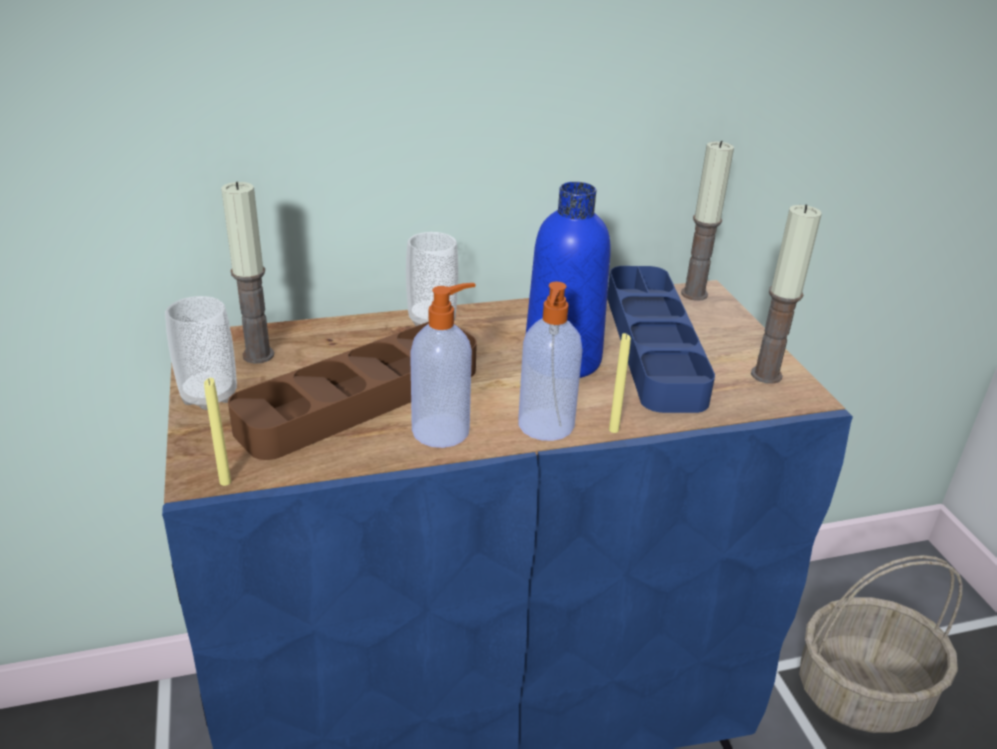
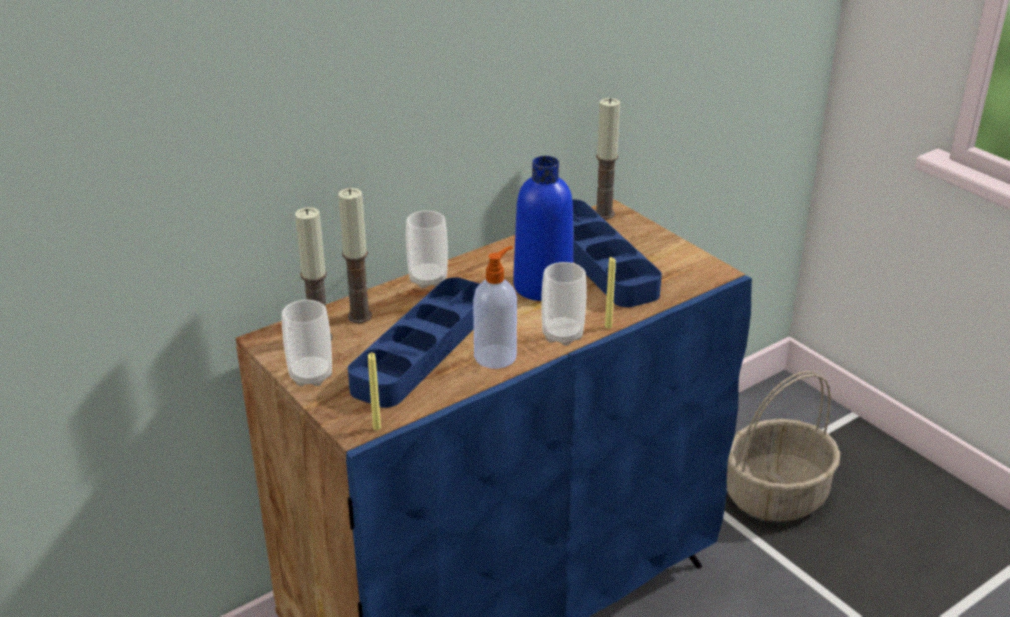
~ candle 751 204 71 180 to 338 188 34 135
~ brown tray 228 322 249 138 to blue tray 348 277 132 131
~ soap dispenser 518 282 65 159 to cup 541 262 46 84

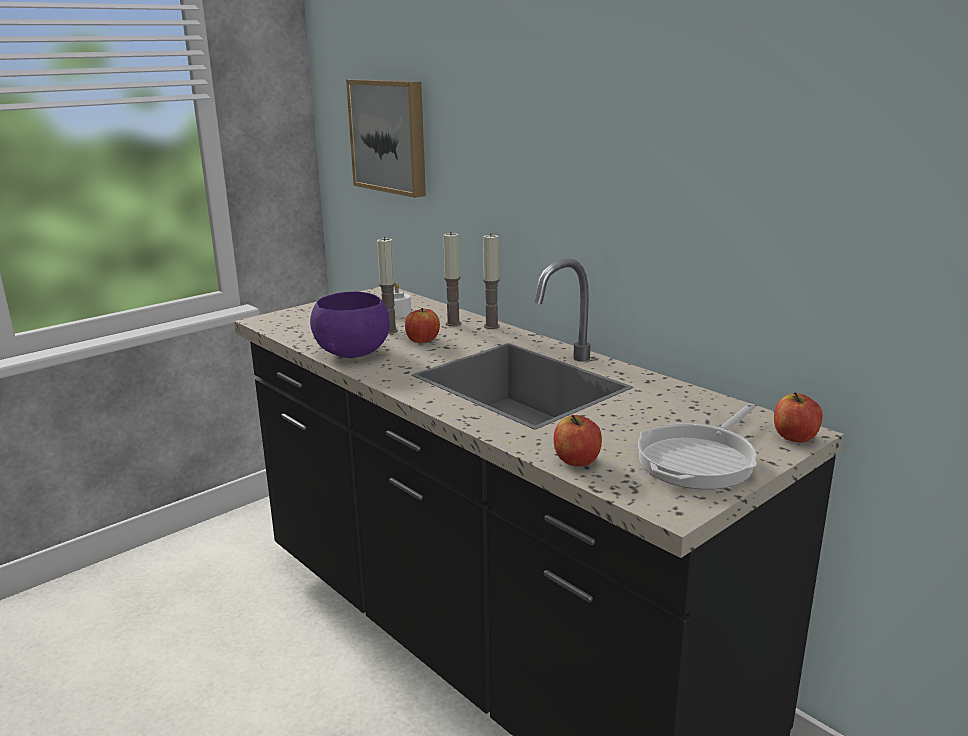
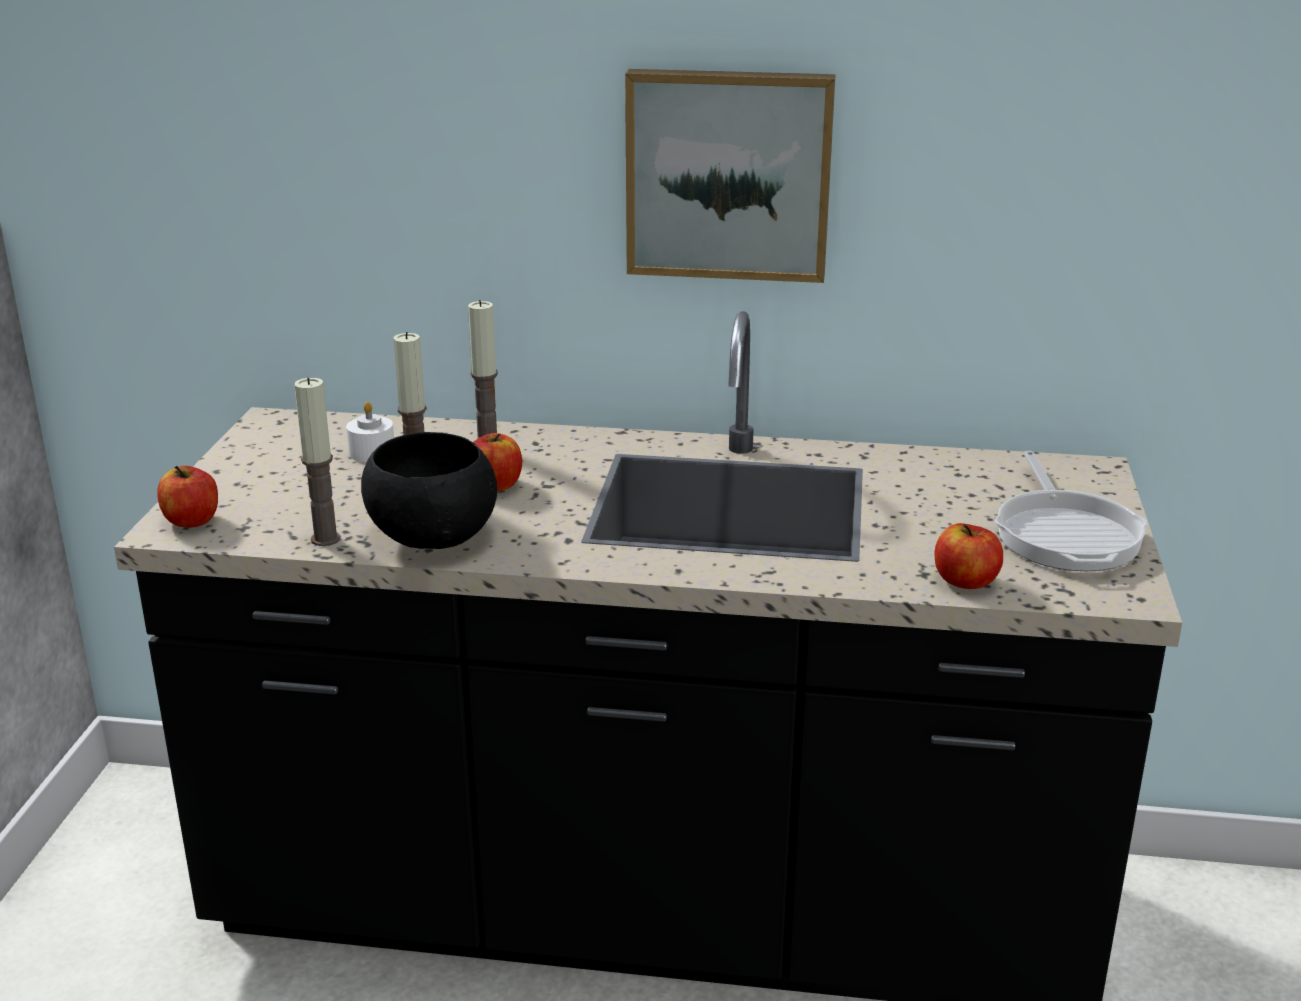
~ apple 774 392 49 50 to 157 466 61 62
~ candle 483 233 17 96 to 294 377 47 169
~ purple bowl 310 292 80 66 to black bowl 361 432 136 117
~ picture 346 79 80 119 to 625 69 211 214

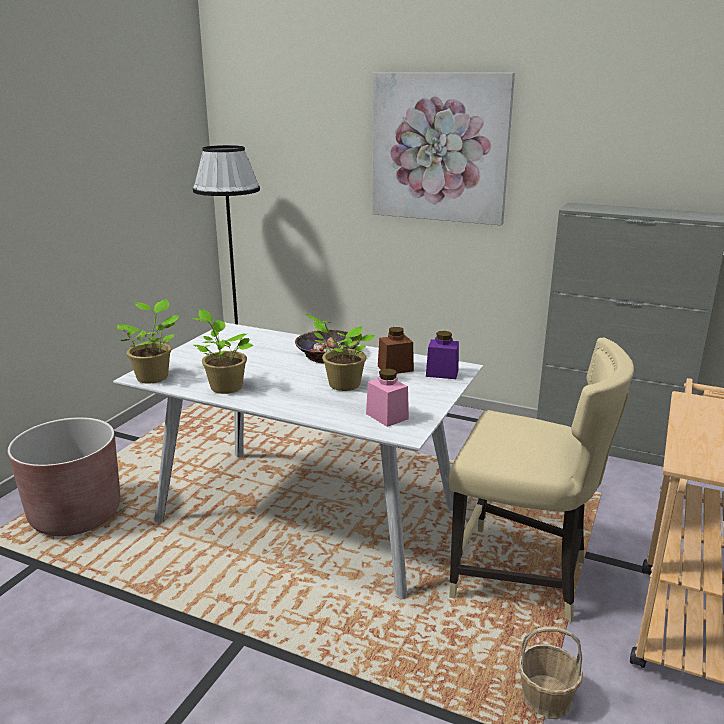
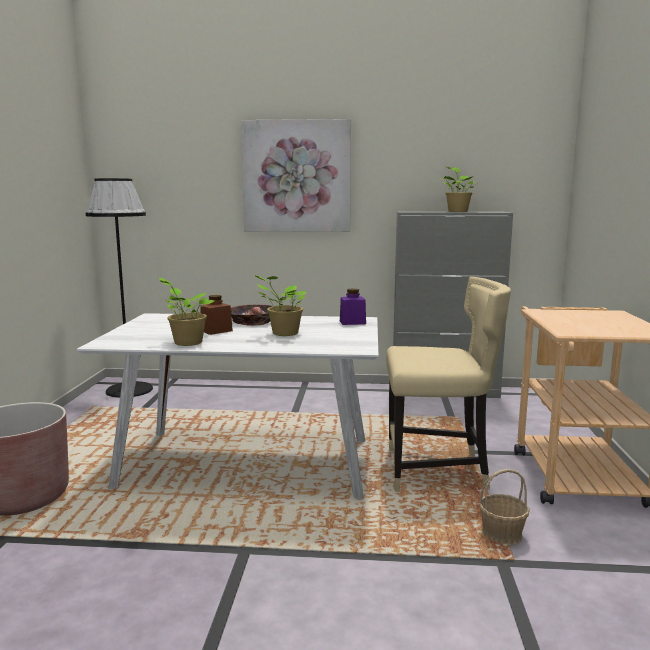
~ brown jar 378 327 36 47 to 200 295 33 40
~ potted plant 113 299 66 85 to 441 166 33 46
- pink jar 366 368 43 59

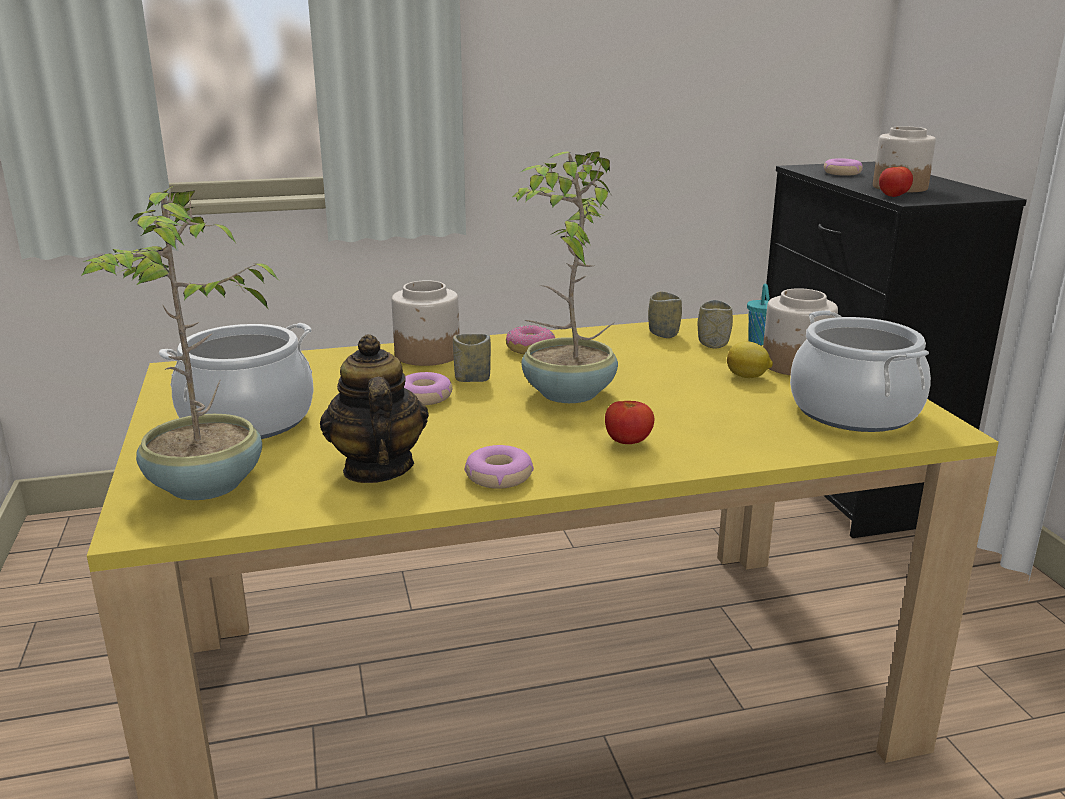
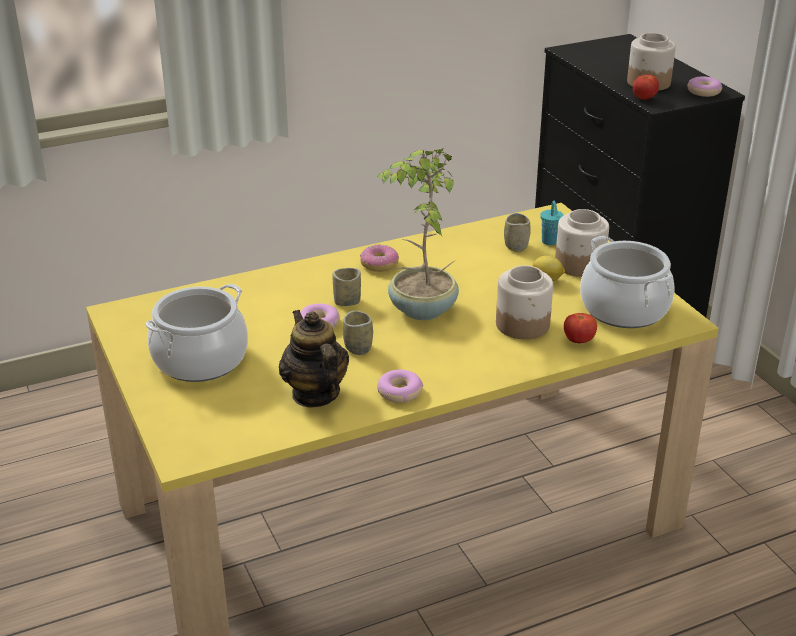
~ cup 648 291 34 47 to 343 311 30 44
~ jar 391 280 69 86 to 496 265 57 74
~ tomato 605 401 49 43 to 564 313 33 30
~ donut 824 158 39 18 to 687 76 35 21
- potted plant 81 186 197 314

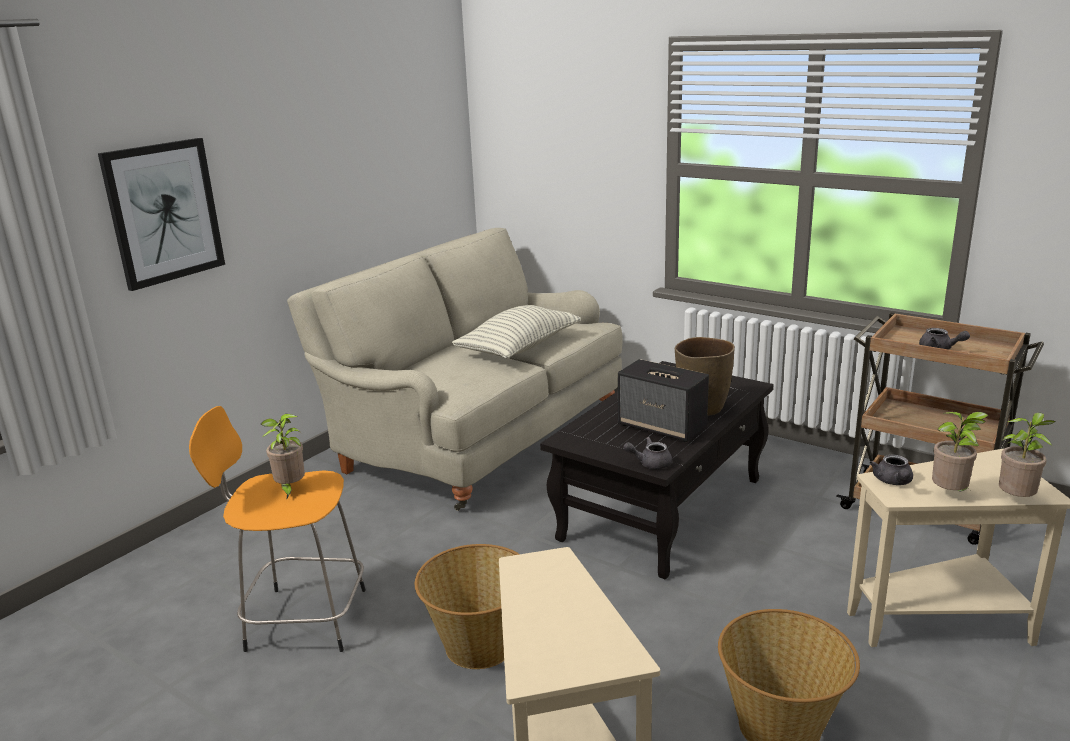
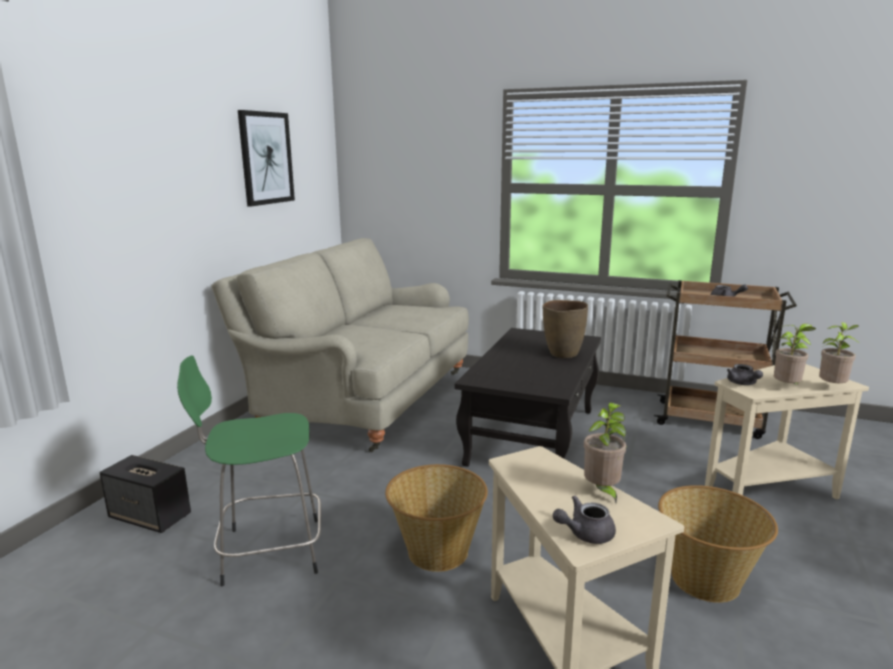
~ speaker 618 359 91 83 to 100 455 91 78
~ orange stool 189 406 177 246 to green stool 177 355 144 231
~ picture 98 138 127 153 to 238 110 57 97
~ grey teapot 623 437 49 32 to 553 496 63 48
~ potted plant 261 414 44 84 to 584 403 43 100
- pillow 452 305 129 54

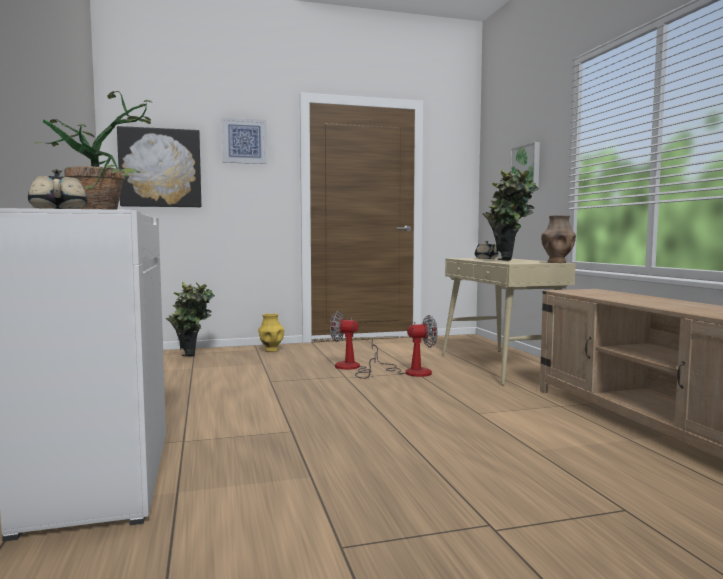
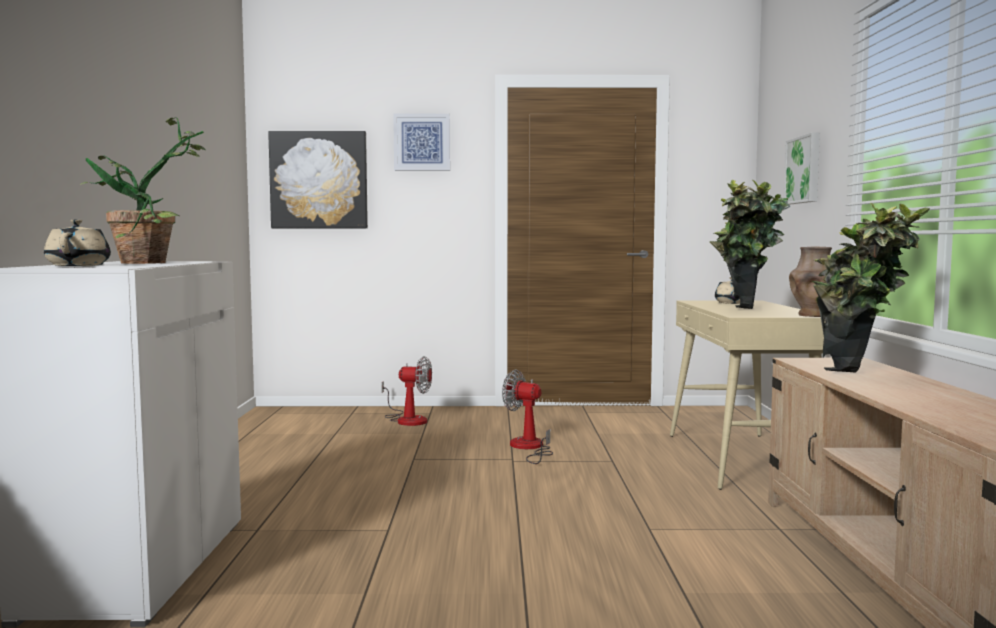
~ fan 372 315 66 62 to 382 356 50 70
~ potted plant 166 282 49 75 to 812 203 118 169
- yellow vase 258 314 26 38

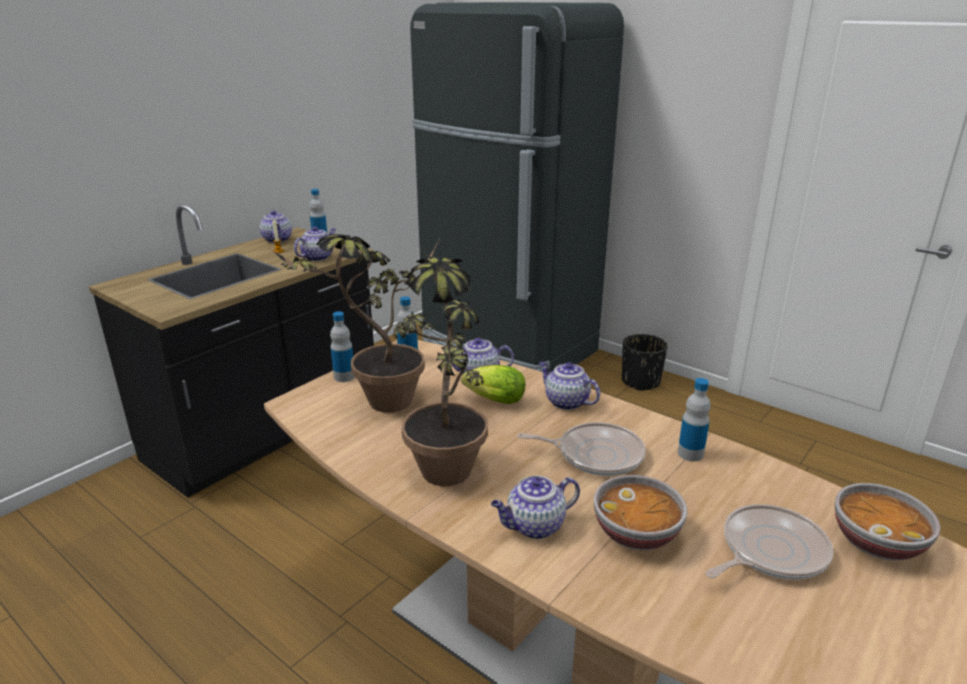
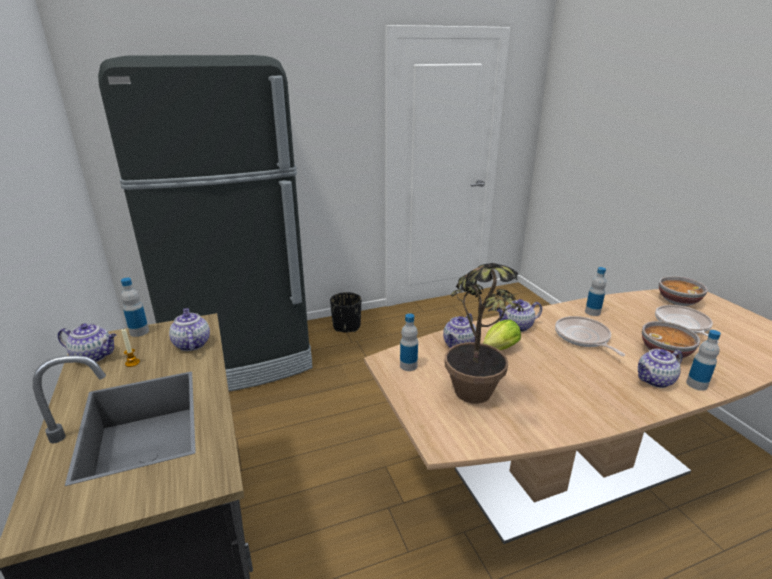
~ frying pan 517 422 129 54 = 555 316 70 40 60 degrees counterclockwise
~ teapot 491 475 89 64 = 638 349 45 39 60 degrees clockwise
~ bottle 330 311 25 71 to 686 330 35 61
- potted plant 393 241 95 245

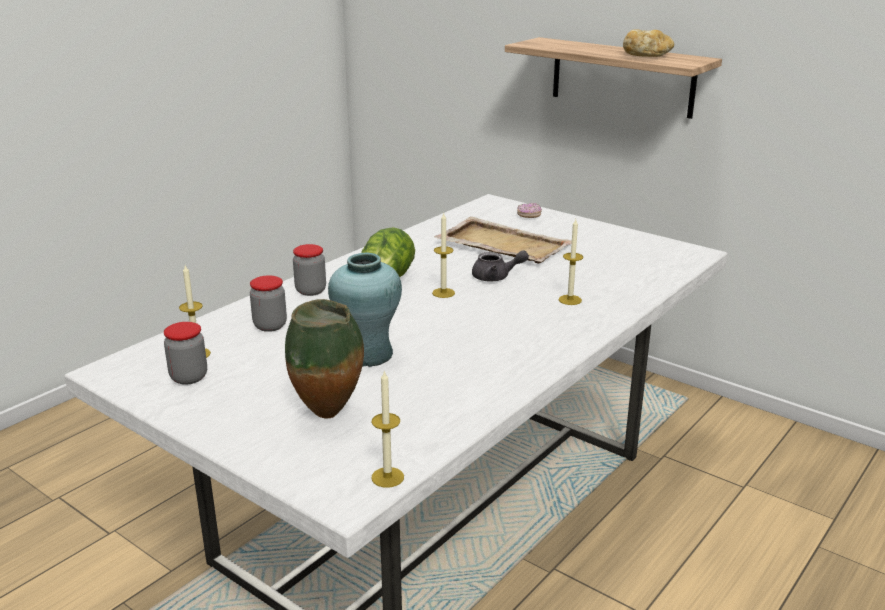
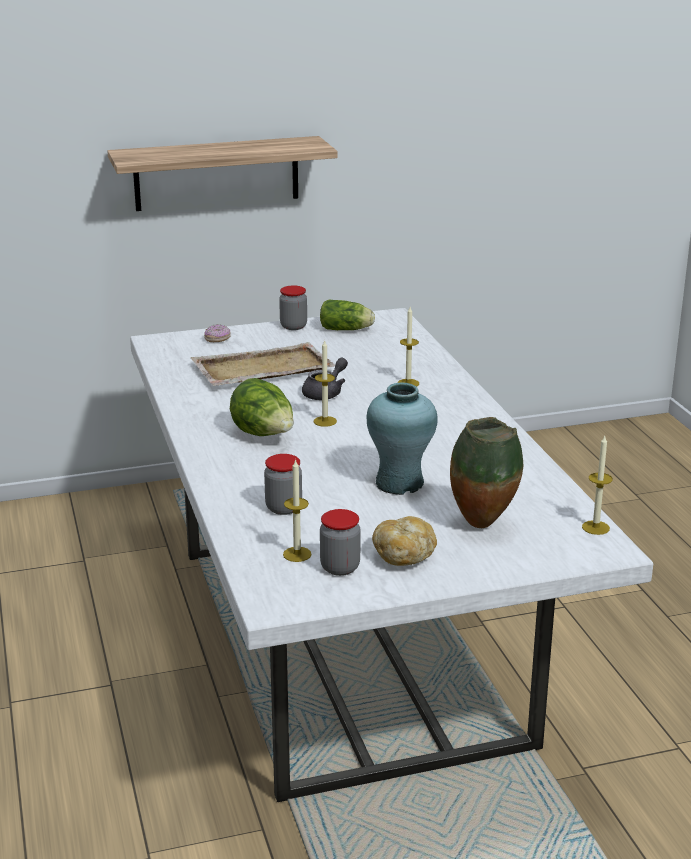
~ jar 293 244 33 52 to 279 285 28 45
+ lettuce 320 299 55 31
~ bread 623 30 51 27 to 372 516 65 50

